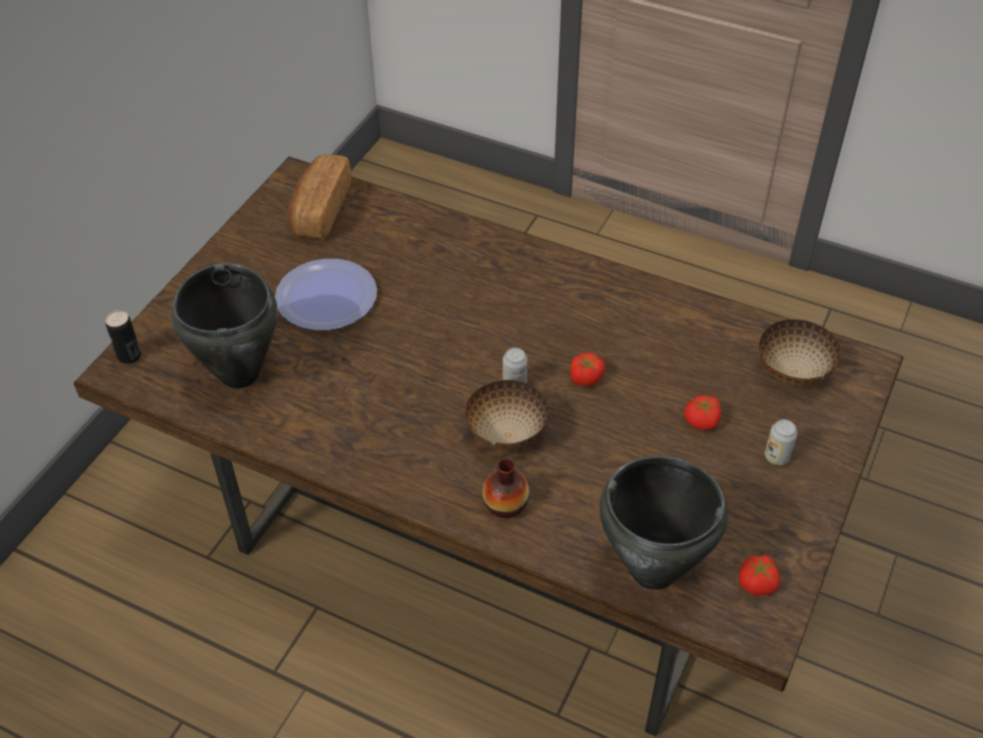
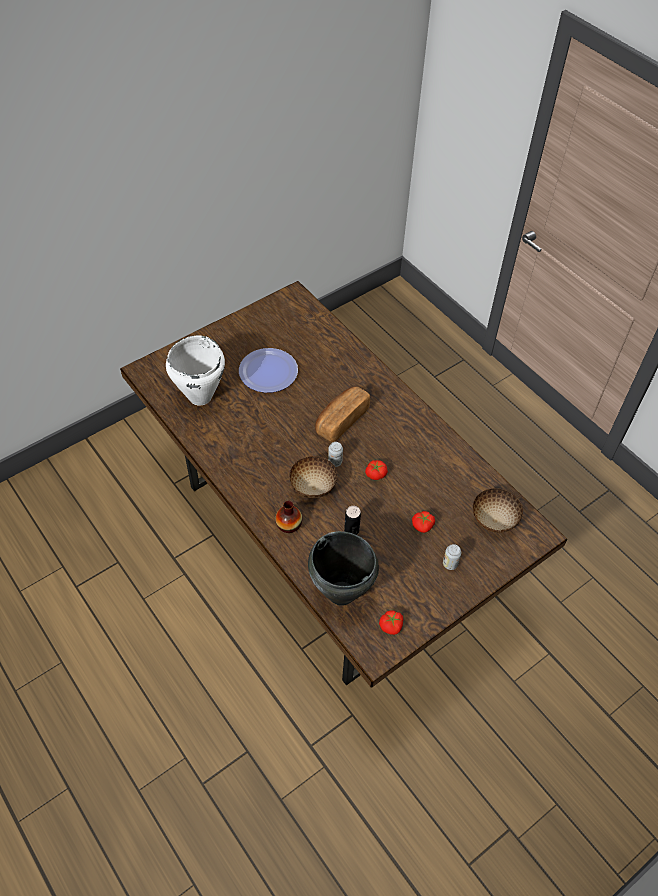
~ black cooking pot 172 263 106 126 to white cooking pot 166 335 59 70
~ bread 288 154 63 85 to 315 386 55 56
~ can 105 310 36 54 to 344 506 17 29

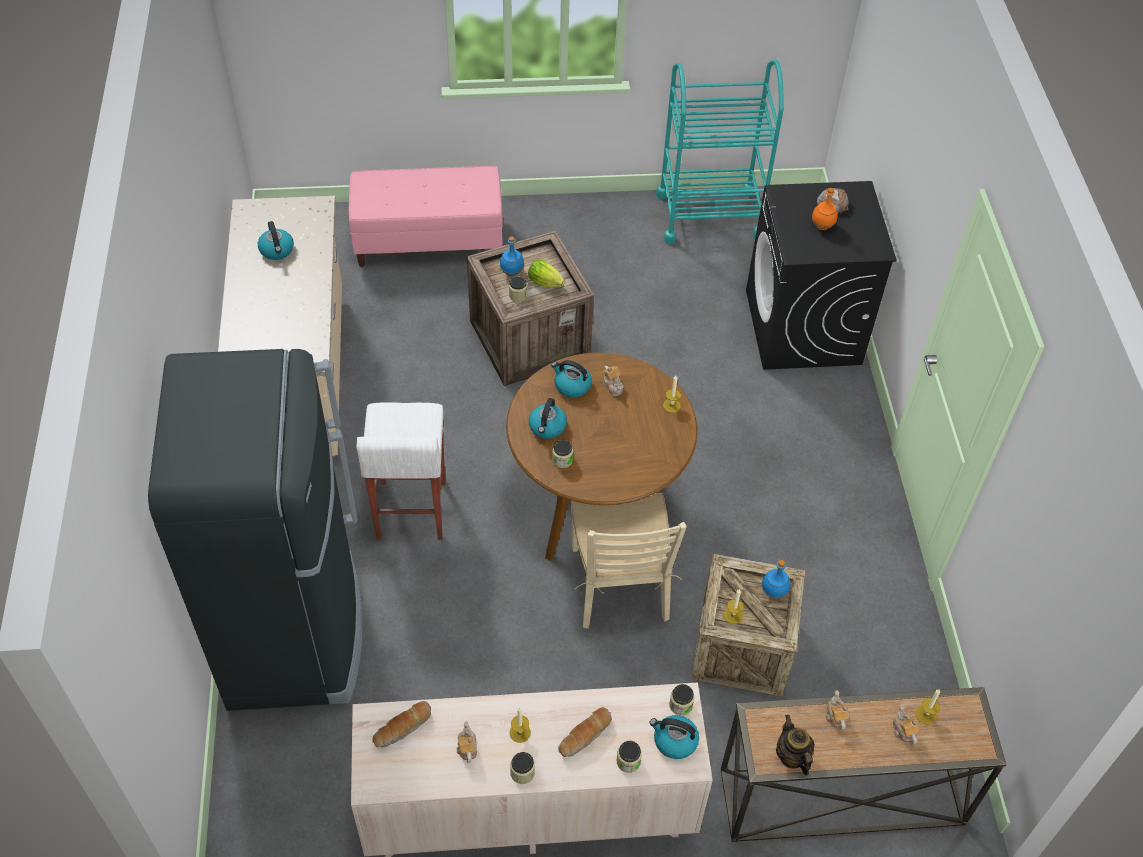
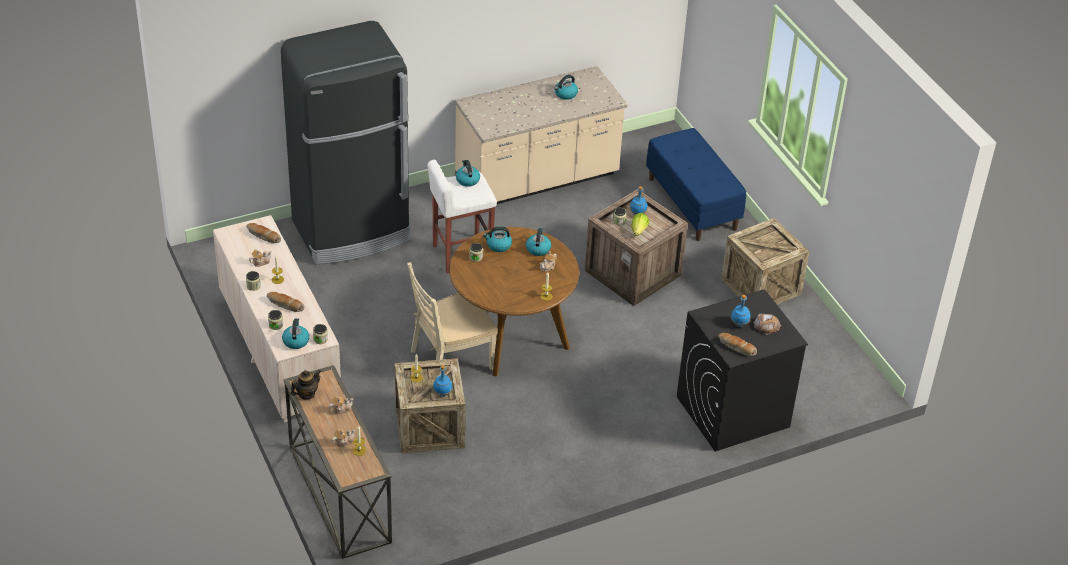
+ kettle 456 160 24 27
~ pink bench 349 166 154 101 to blue bench 646 128 100 113
+ bread 718 333 39 23
+ crate 721 218 89 86
~ orange bottle 812 188 26 42 to blue bottle 731 295 19 32
- turquoise cart 656 60 128 184

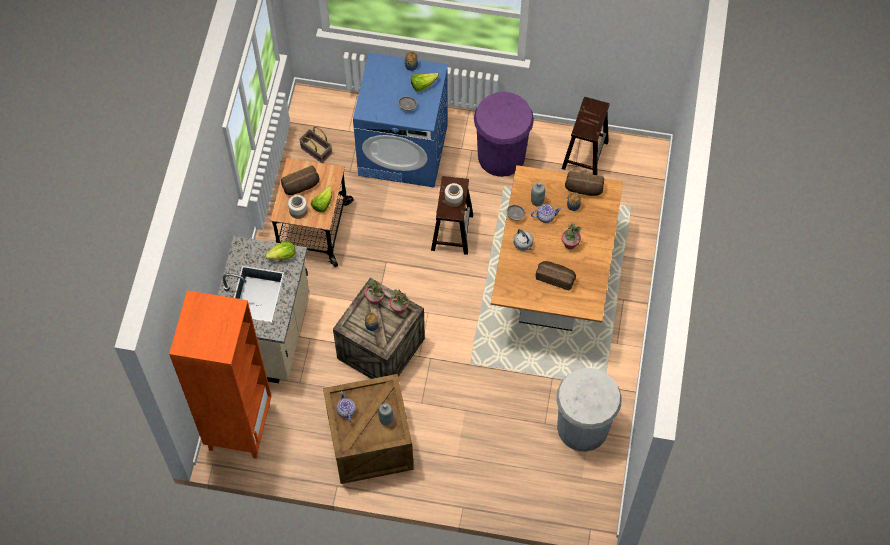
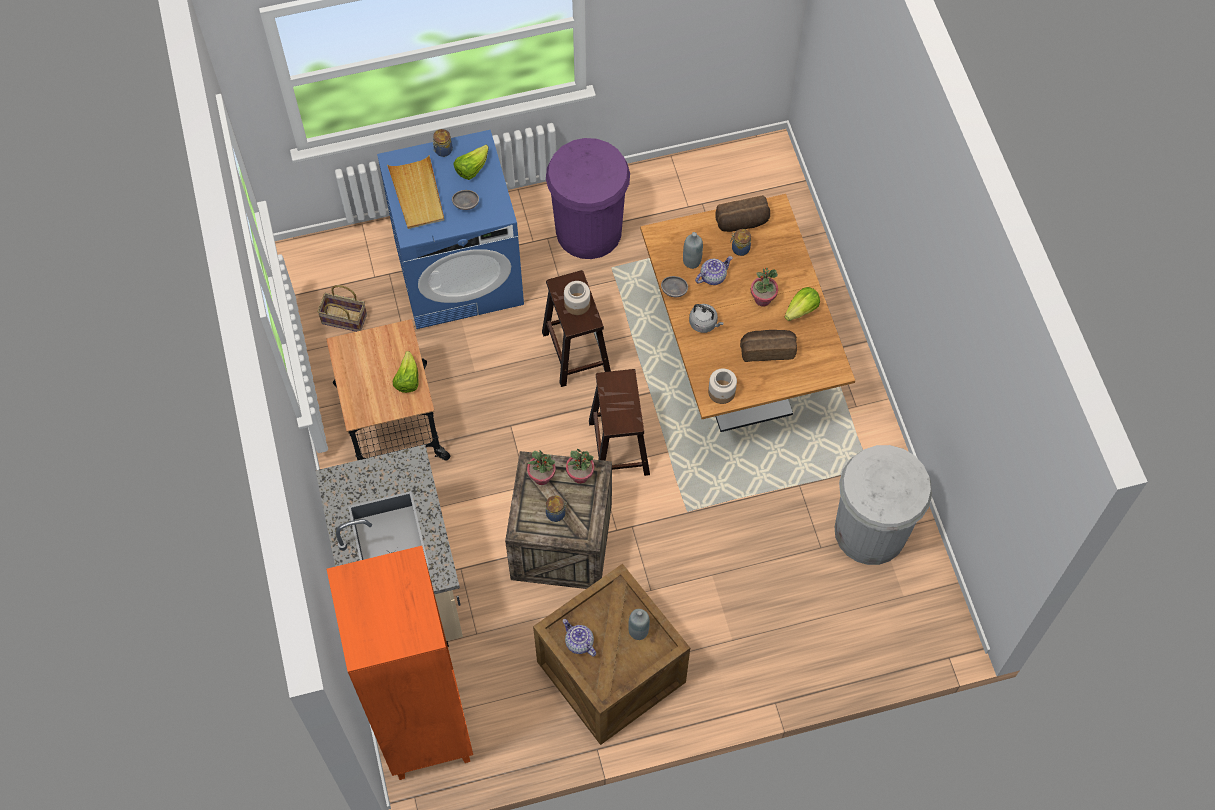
+ beige tray 387 155 58 74
~ brown stool 562 97 48 78 to 589 369 61 107
~ jar 288 195 20 24 to 708 368 29 36
~ lettuce 265 241 30 19 to 785 287 35 34
- bread 281 165 39 30

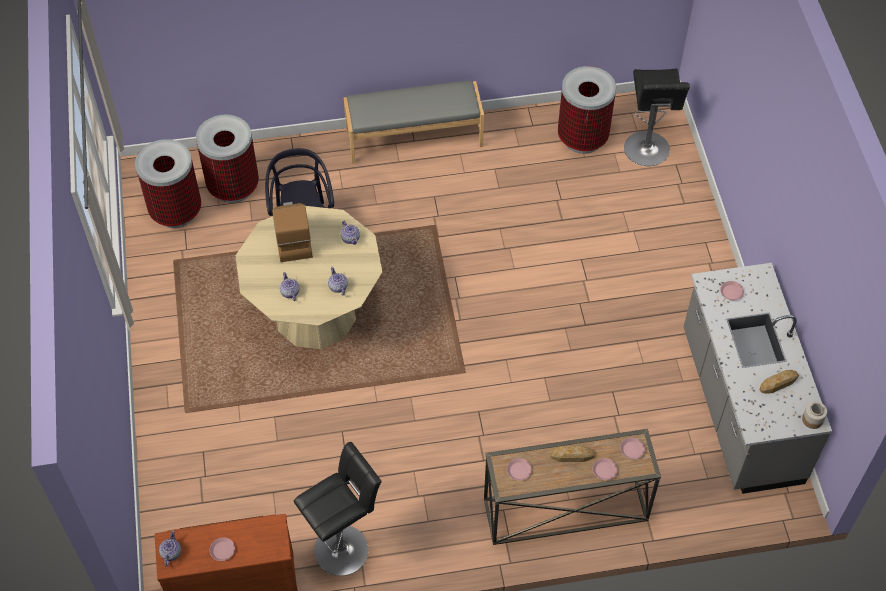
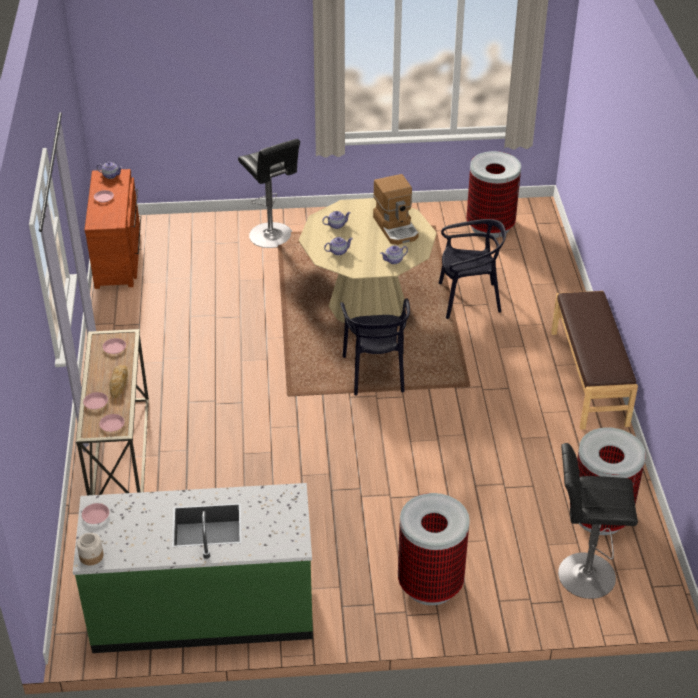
~ grey counter 683 263 149 231 to green counter 73 483 240 170
~ pink plate 720 281 24 19 to 82 503 27 21
~ black stool 294 442 88 134 to 238 139 62 109
+ black chair 340 298 70 98
~ coffee machine 272 202 41 60 = 373 174 46 71 75 degrees clockwise
~ trash can 196 115 63 88 to 398 493 72 112
~ grey bench 344 80 140 84 to brown bench 551 291 87 139
- bread 760 370 39 24

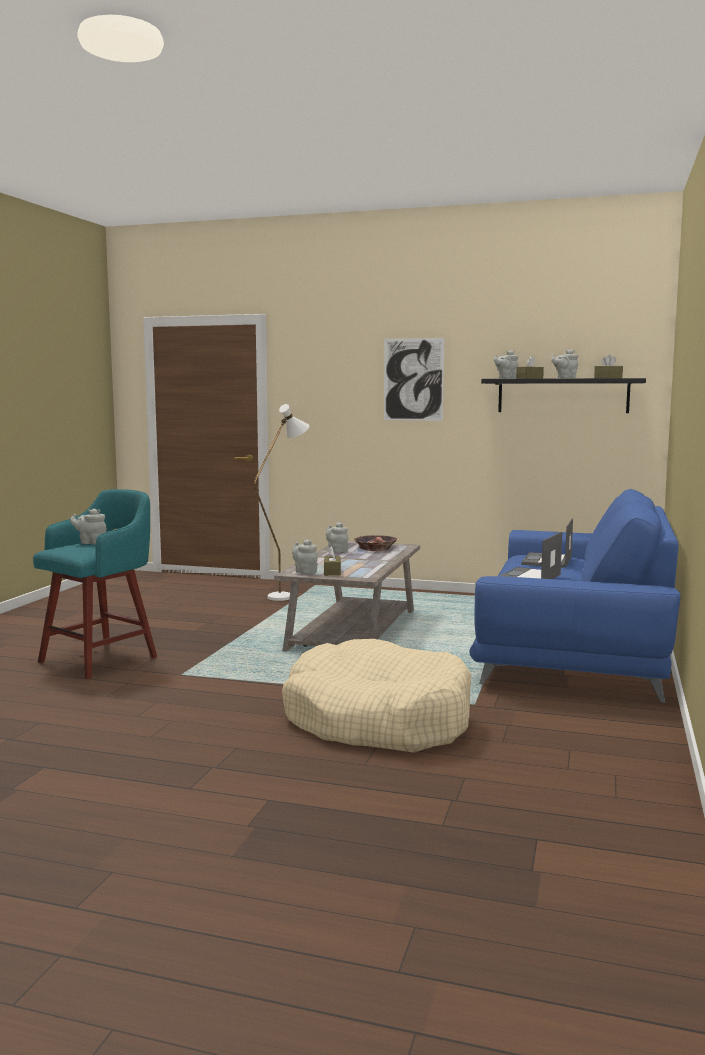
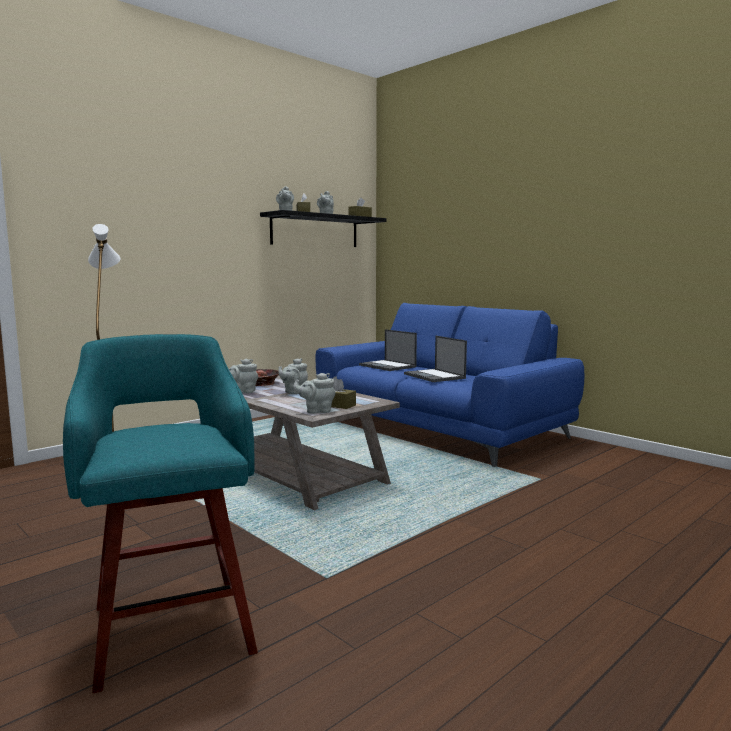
~ grey teapot 70 509 37 35 to 278 358 30 36
- beige dog bed 282 639 189 114
- picture 384 338 60 83

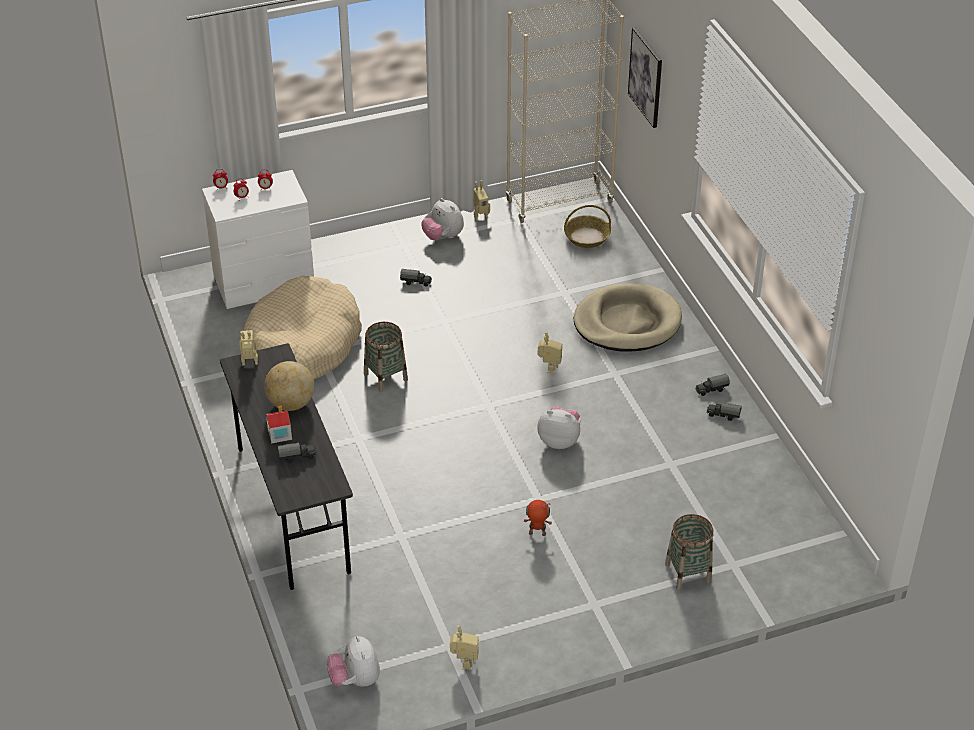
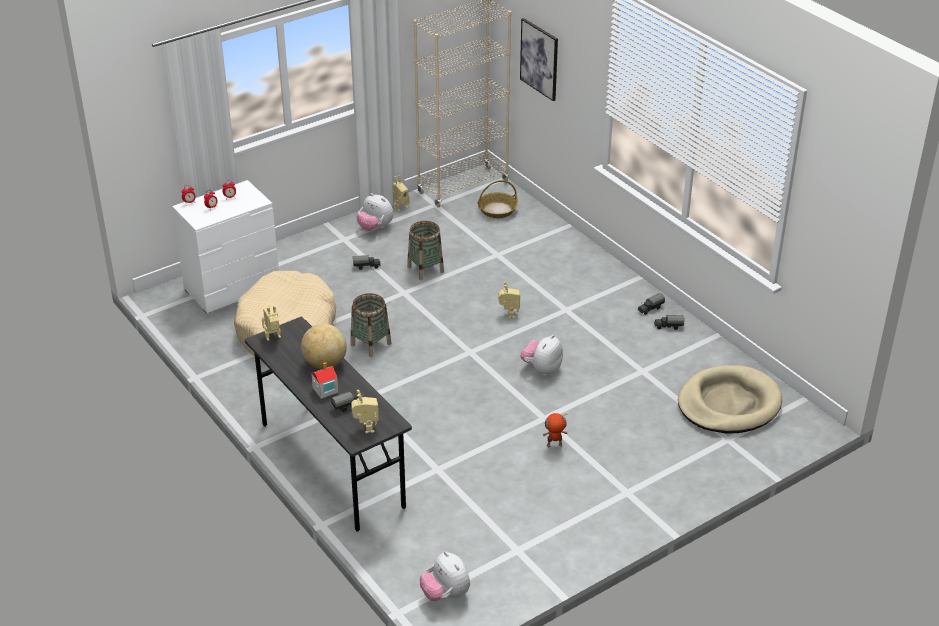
~ toy robot 450 625 29 45 to 351 390 28 43
~ basket 665 514 49 76 to 407 221 37 59
~ plush toy 537 406 44 43 = 520 335 43 41 60 degrees counterclockwise
~ beige dog bed 574 283 108 68 to 678 365 104 68

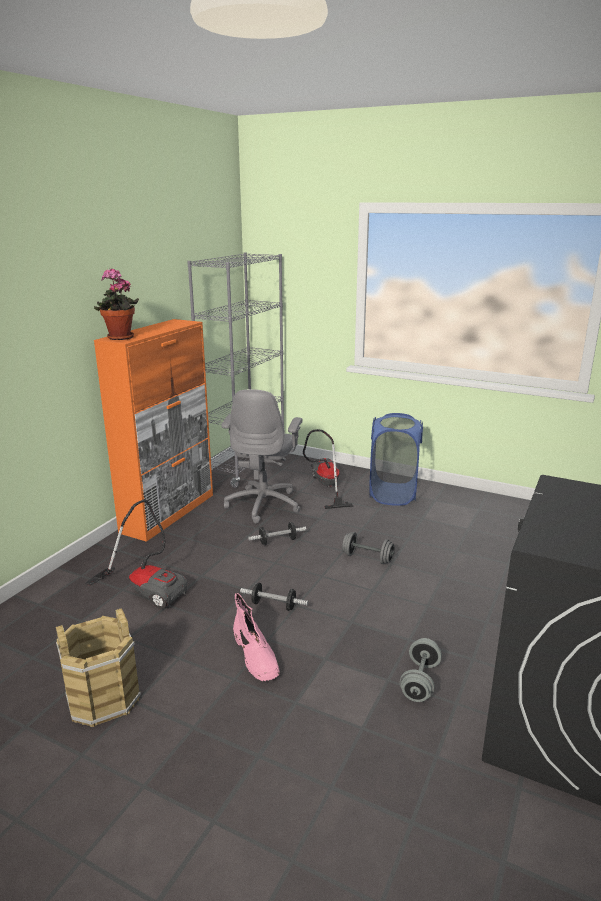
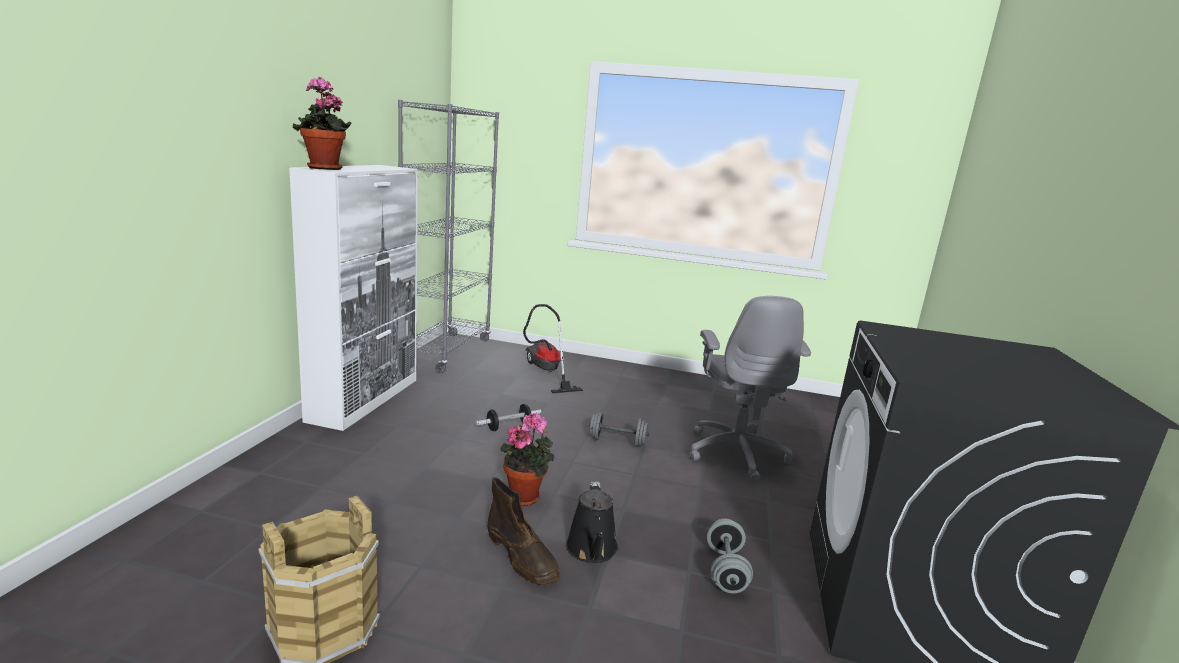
~ orange cabinet 94 319 119 223 to white cabinet 289 165 129 266
~ pink boot 233 593 47 88 to brown boot 488 477 73 108
~ dumbbell 240 583 68 28 to potted plant 500 413 55 93
+ black watering can 566 482 52 81
~ grey office chair 222 389 81 135 to 690 296 121 185
- vacuum cleaner 85 500 103 109
- blue laundry basket 370 413 53 93

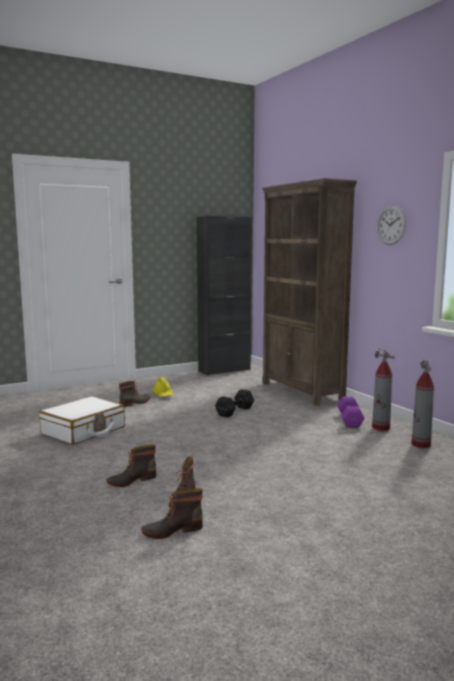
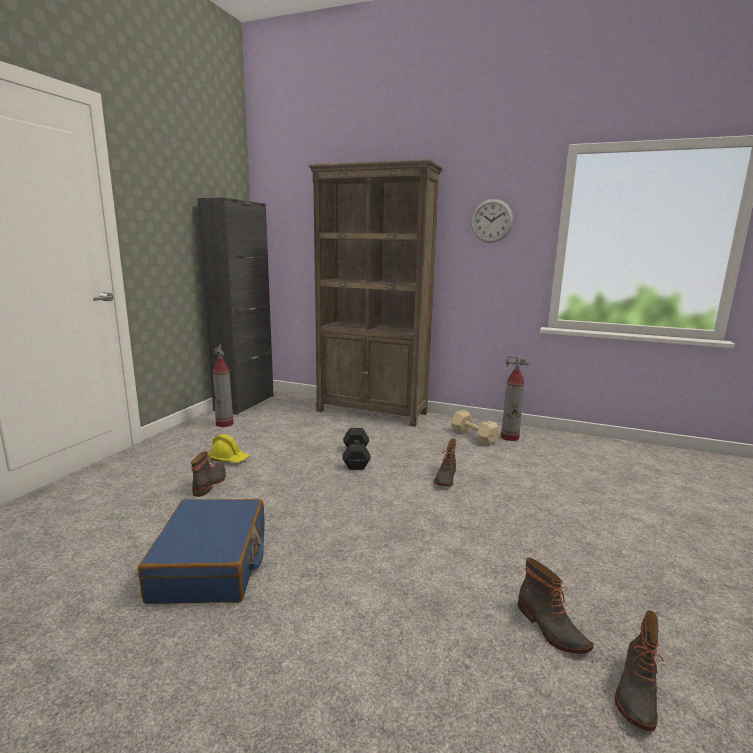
~ white suitcase 39 396 86 49 to blue suitcase 138 499 127 105
~ fire extinguisher 411 358 23 90 to 213 344 21 83
~ boot 106 444 50 43 to 434 438 22 49
~ purple dumbbell 337 396 28 32 to beige dumbbell 451 410 49 35

